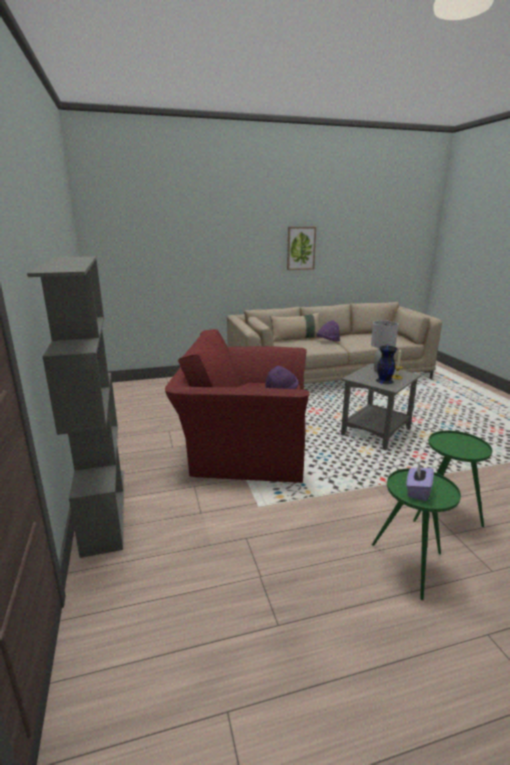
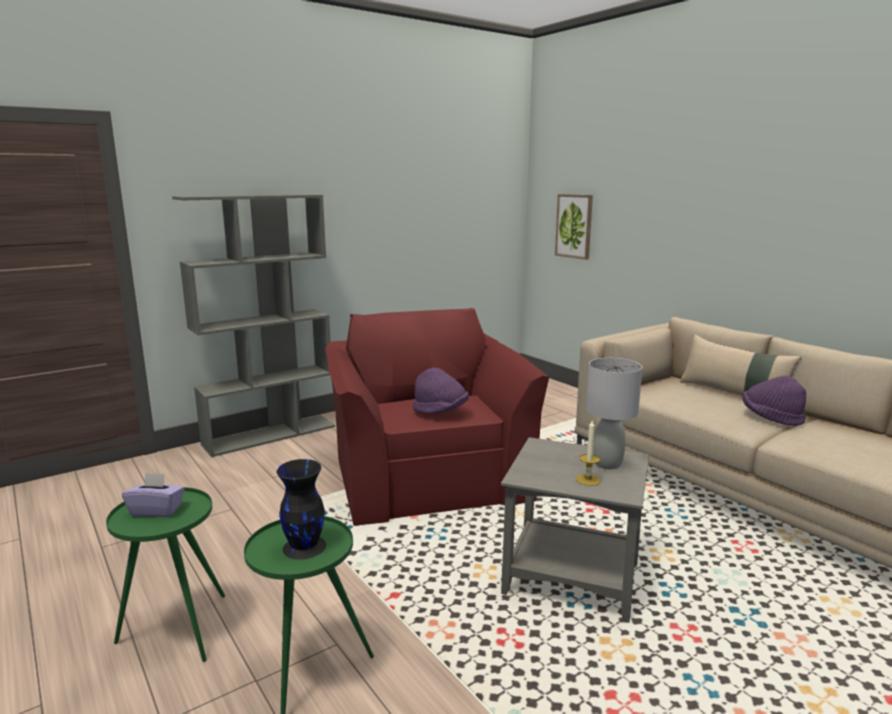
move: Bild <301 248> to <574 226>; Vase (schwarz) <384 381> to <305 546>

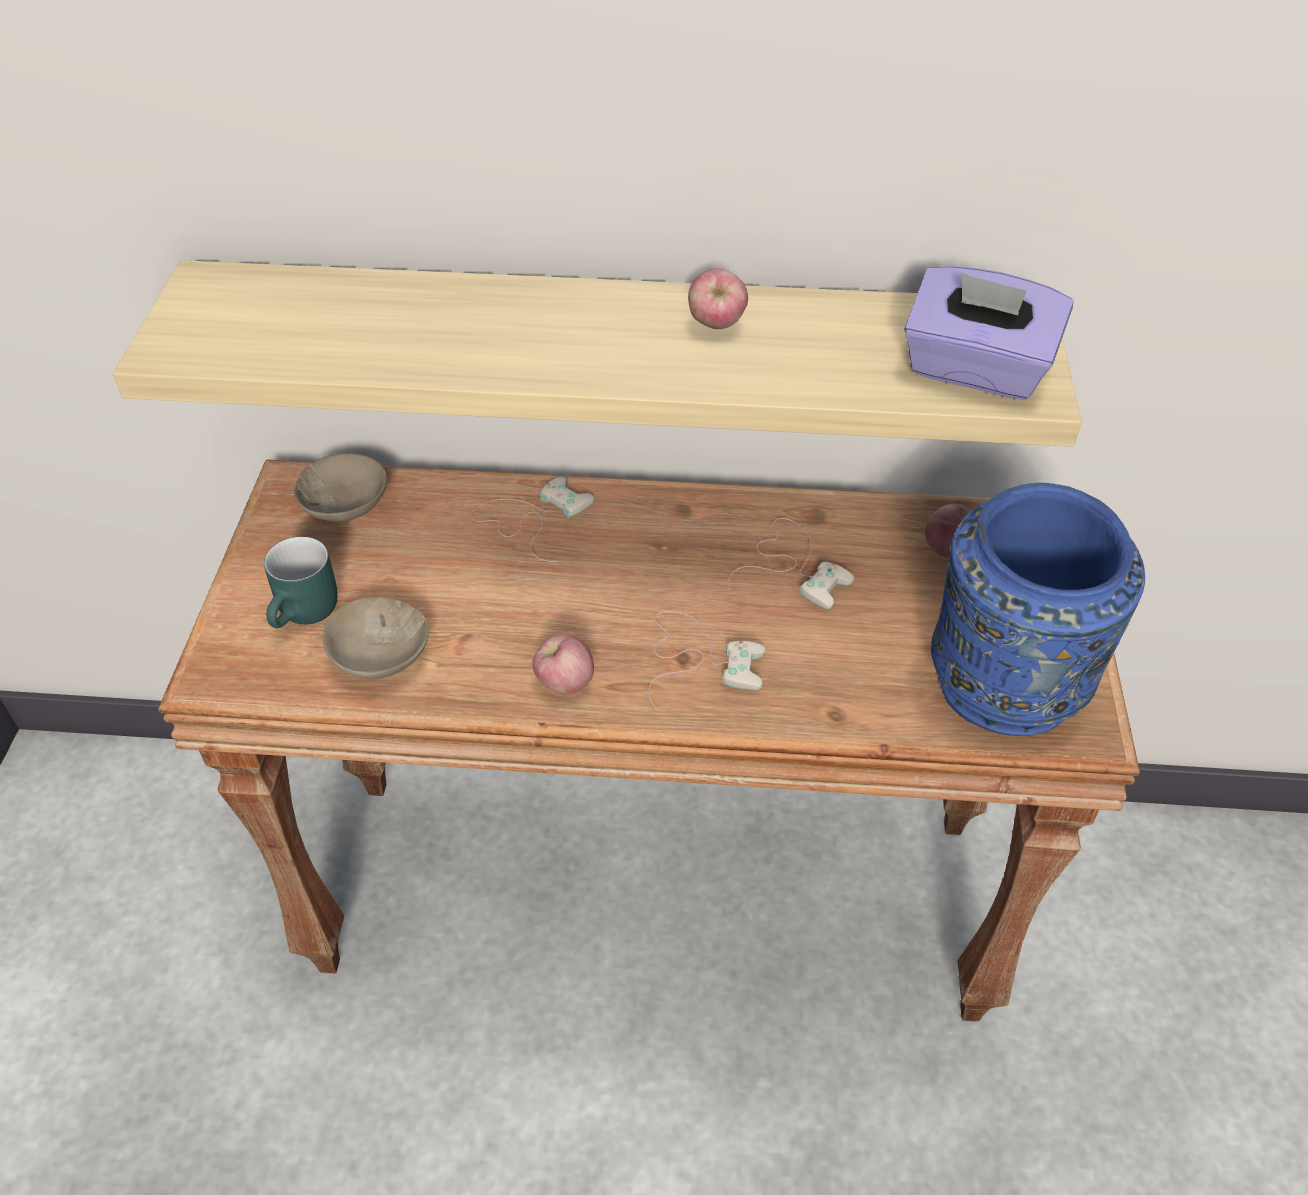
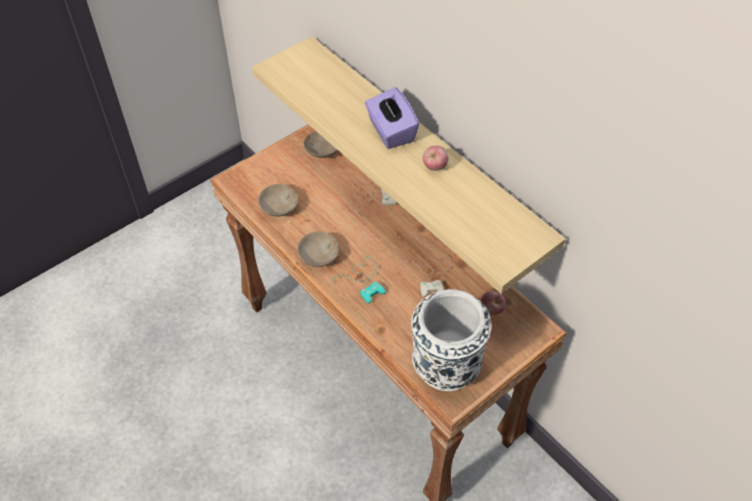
delete: Henkelbecher (türkis) <307 614>
move: Taschentuchbox (lila) <975 370> to <390 131>
replace: Apfel <564 683> to Schüssel (beige) <317 256>
recolor: Vase (blau) <1006 687> to Vase (weiß) <445 366>; Gamepad (weiß) <698 658> to Gamepad (türkis) <363 279>

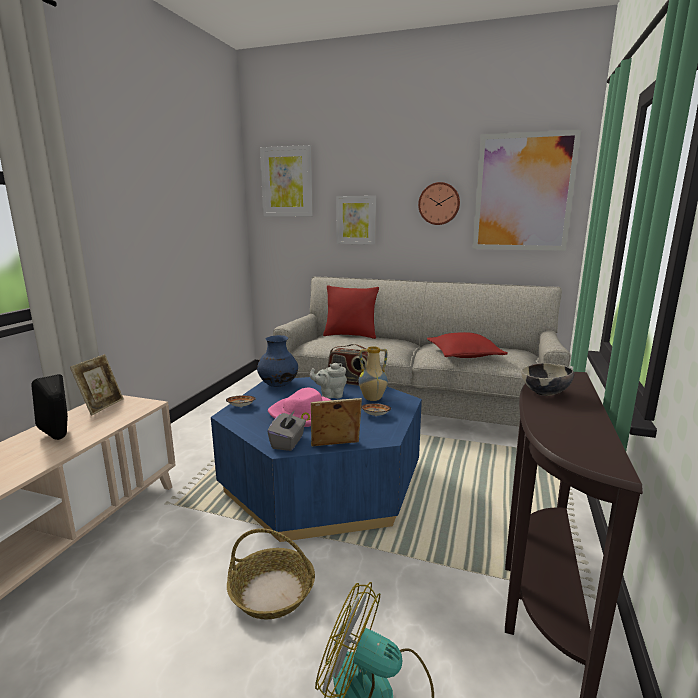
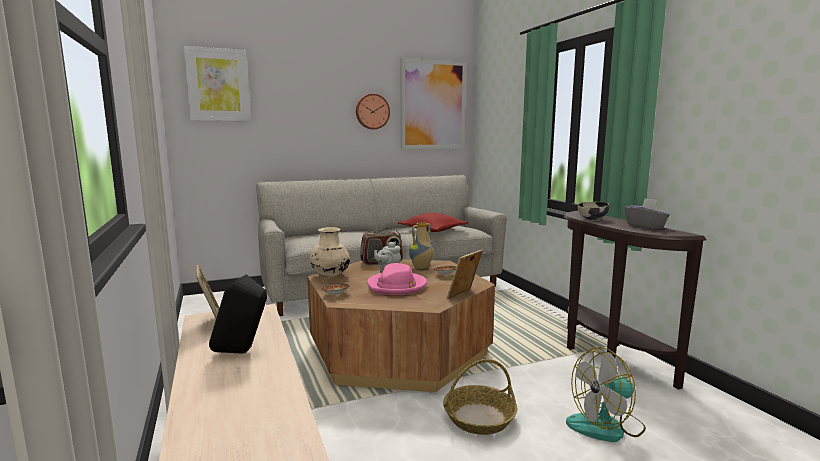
delete: Bild <356 220>; Kissen (rot) <350 335>
move: Taschentuchbox (grau) <288 442> to <645 226>
recolor: Vase (blau) <278 385> to Vase (beige) <330 276>; Couchtisch (blau) <322 481> to Couchtisch (braun) <399 350>

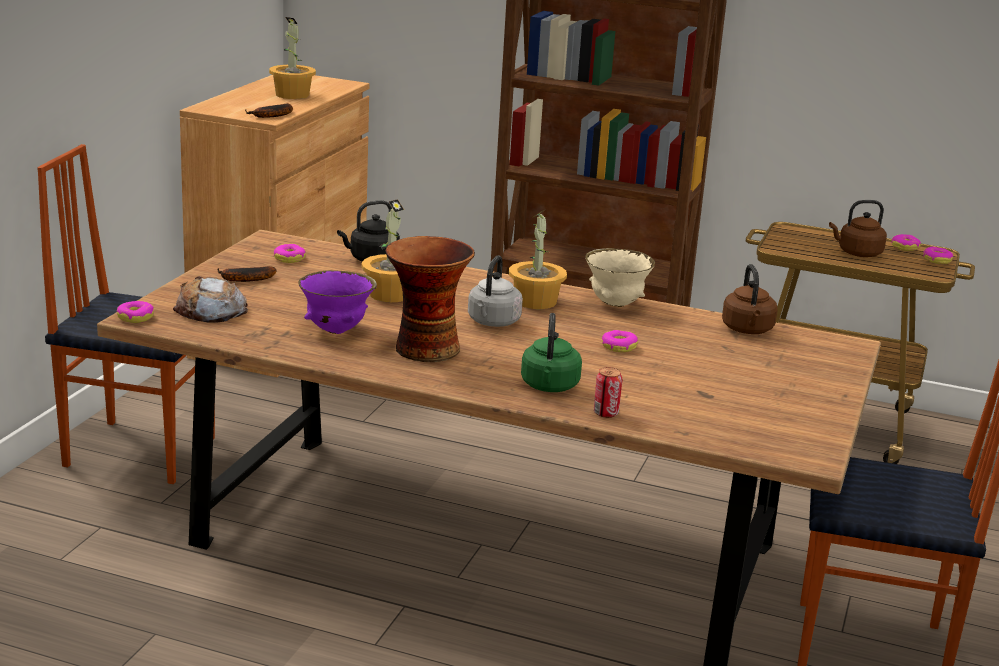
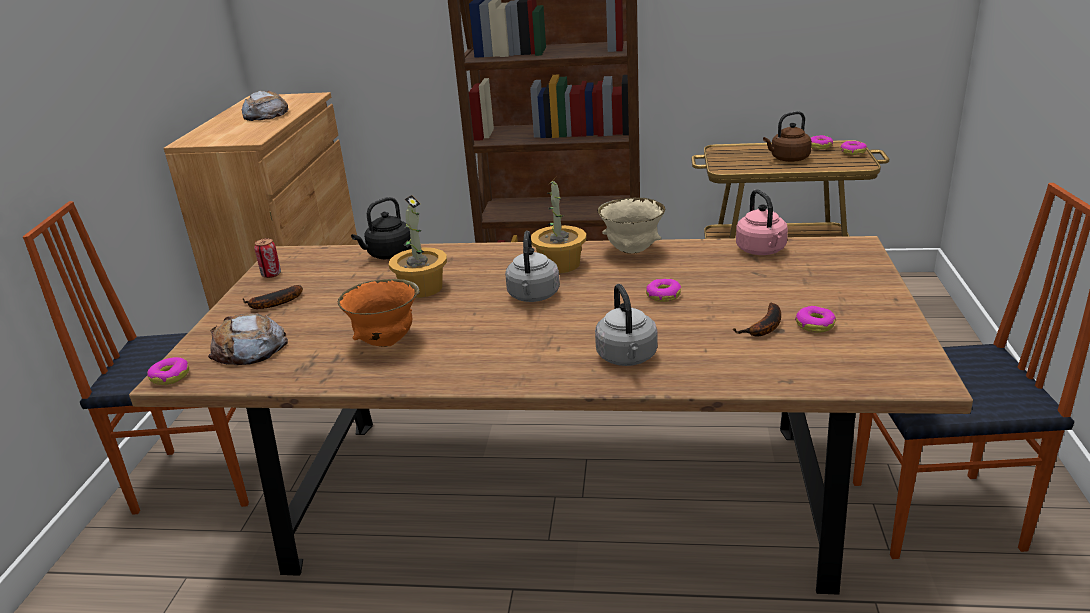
delete: Vase <424 349>
move: Banane <271 116> to <764 328>; Donut <289 258> to <815 325>; Dose <606 413> to <271 274>
replace: Topfpflanze <292 95> to Brot <265 114>
recolor: Wasserkessel (braun) <748 330> to Wasserkessel (rosa) <762 251>; Schüssel (lila) <336 330> to Schüssel (orange) <386 342>; Wasserkessel (grün) <549 387> to Wasserkessel (grau) <627 358>

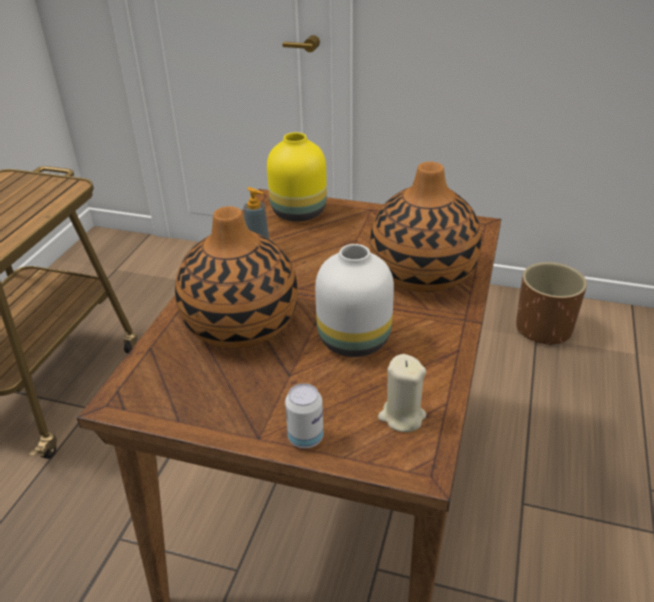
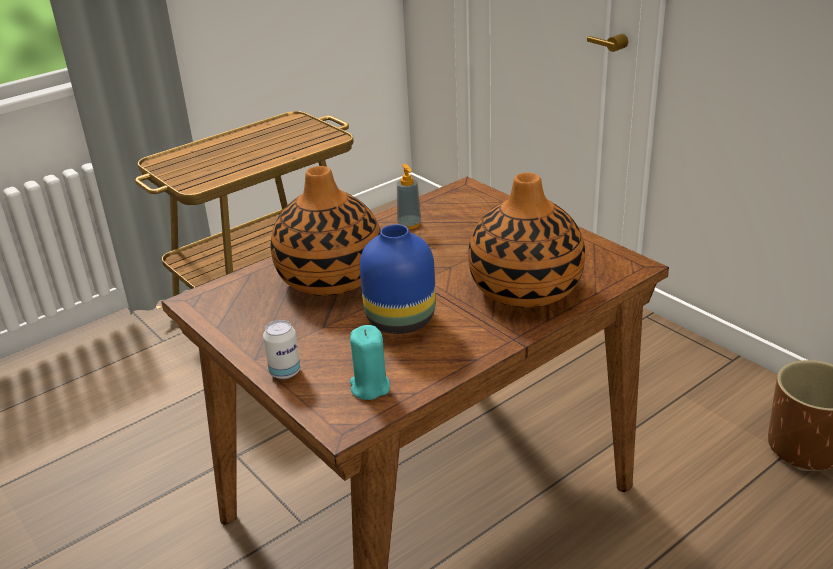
delete: Vase (gelb) <300 213>
recolor: Vase (weiß) <354 341> to Vase (blau) <399 321>; Kerze (beige) <402 416> to Kerze (türkis) <369 387>

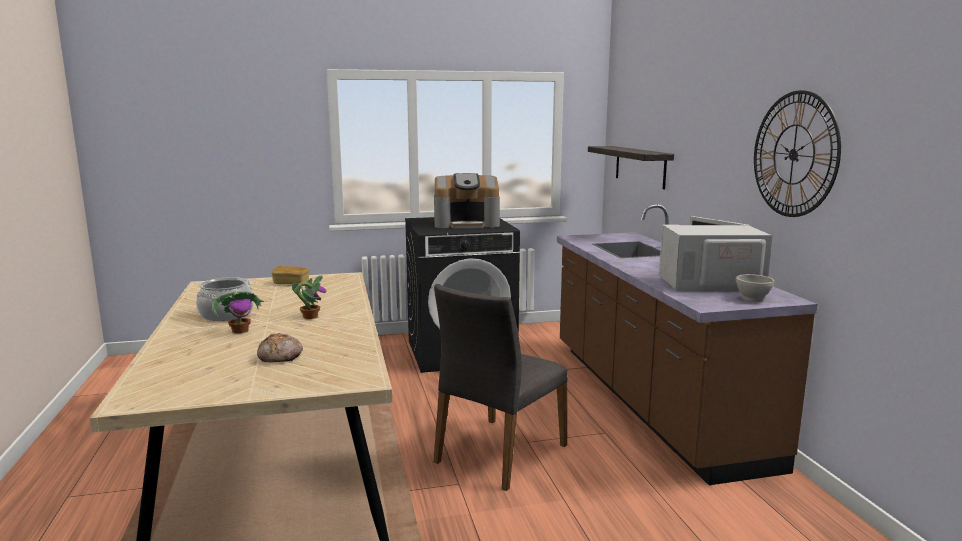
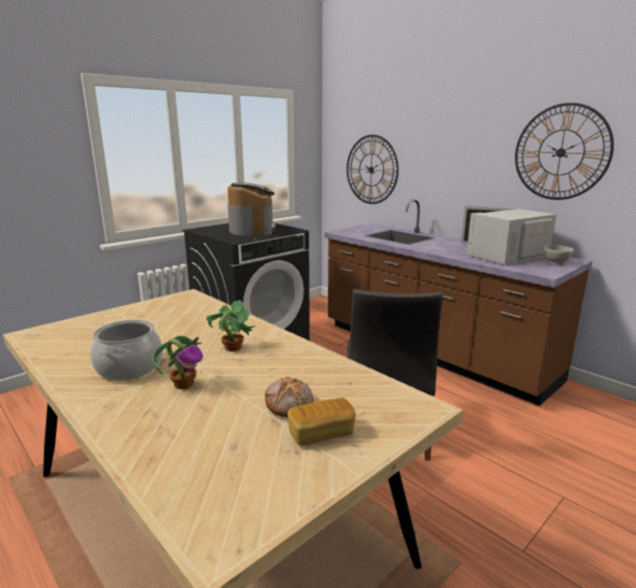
move: Brot <291 283> to <321 434>
replace: Wandregal <640 166> to Wanduhr <371 170>
rotate: Kaffeemaschine <467 224> = <252 229> 60 degrees counterclockwise

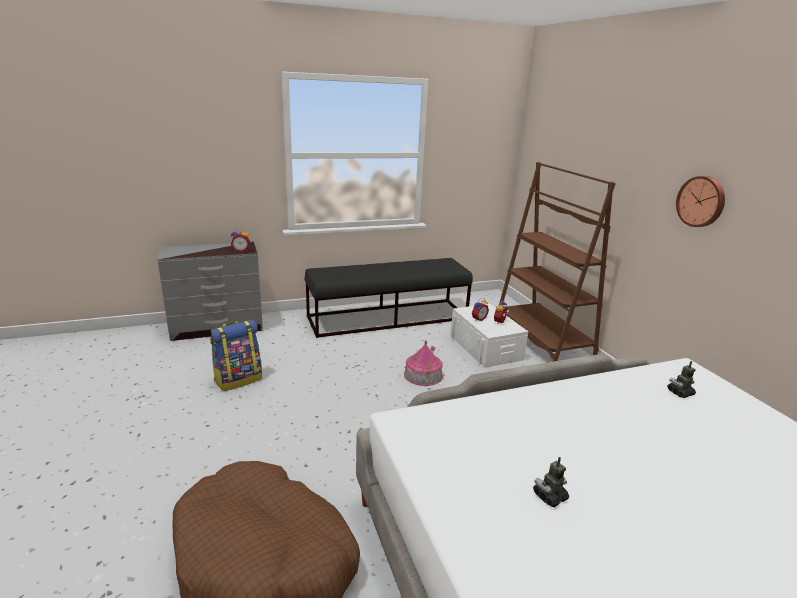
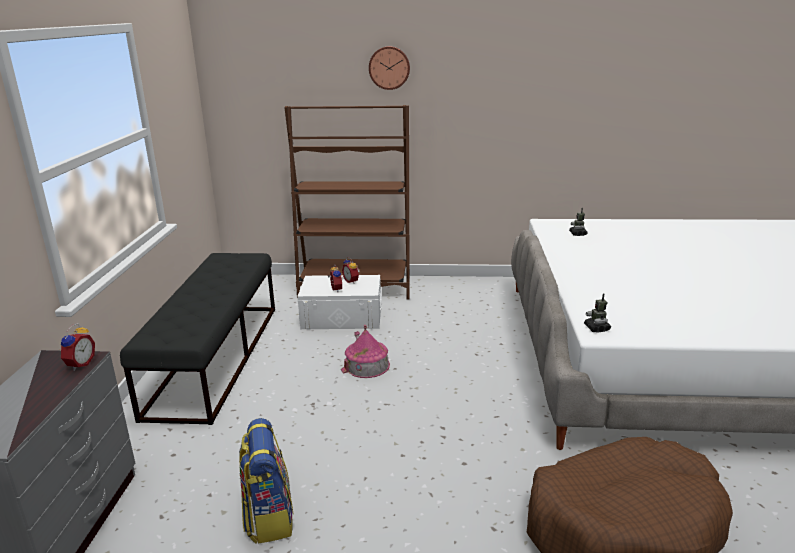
move: Wanduhr <701 201> to <389 68>; Spielzeugroboter <550 496> to <597 328>

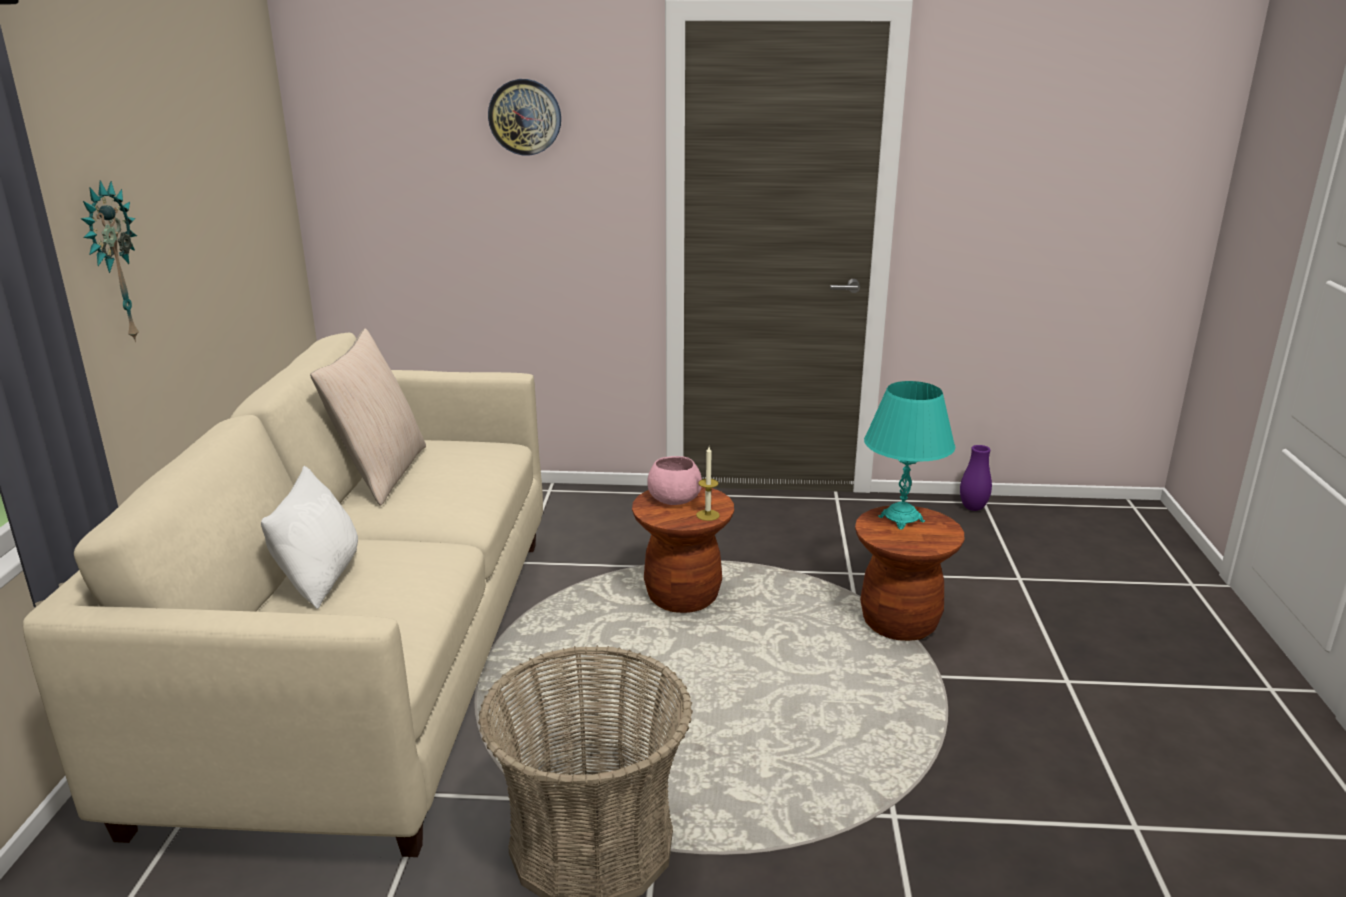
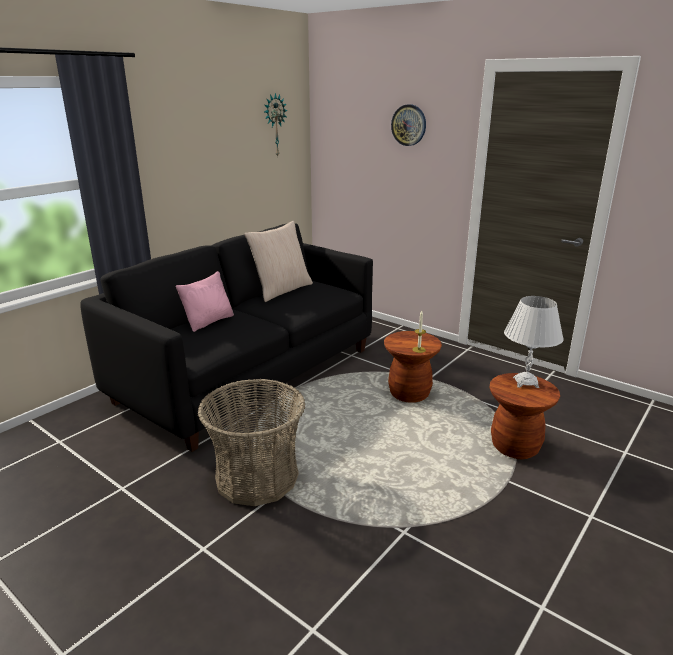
delete: Vase (lila) <973 508>; Schüssel (rosa) <673 499>
move: Wanduhr <111 263> to <274 125>
recolor: Sofa (beige) <368 663> to Sofa (schwarz) <249 374>; Tischlampe (türkis) <901 519> to Tischlampe (weiß) <525 382>; Kissen (weiß) <320 578> to Kissen (rosa) <209 321>

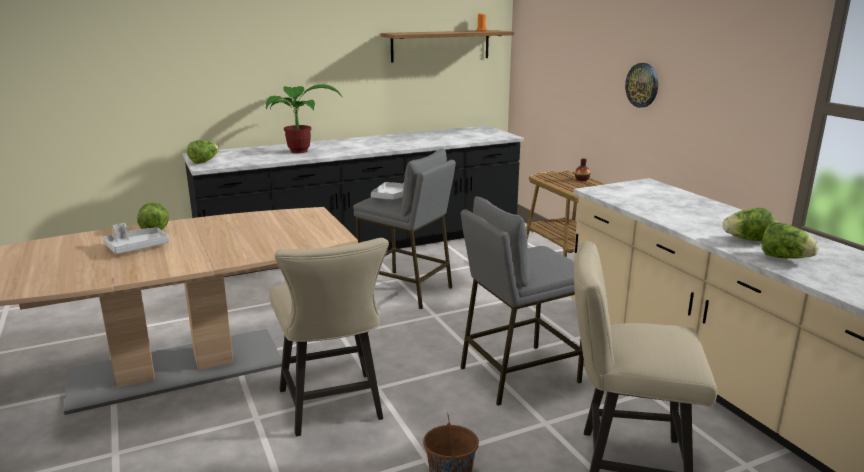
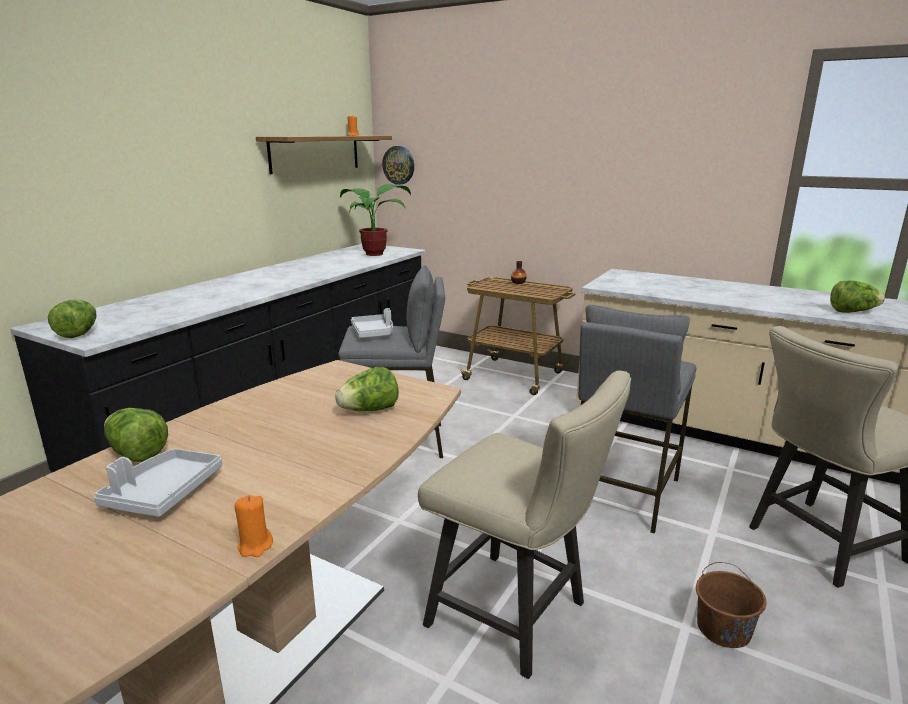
insert: Kerze (orange) <255 546>
move: Wanduhr <642 85> to <398 165>; Topfpflanze <302 151> to <377 253>; Salatkopf <747 240> to <369 410>

